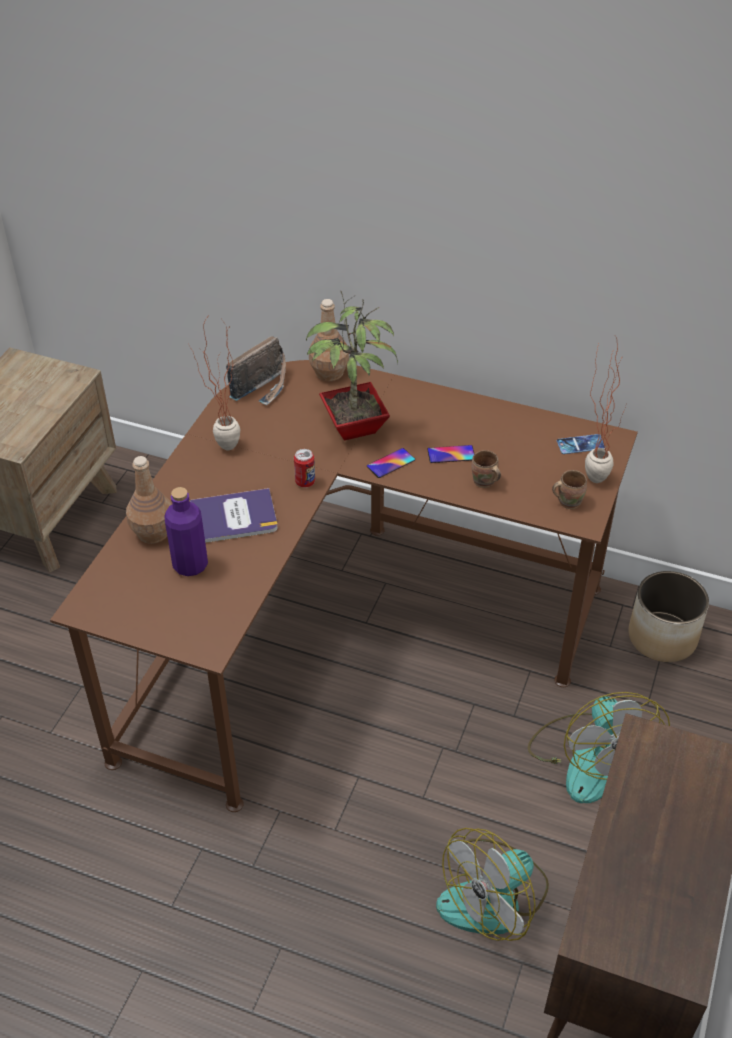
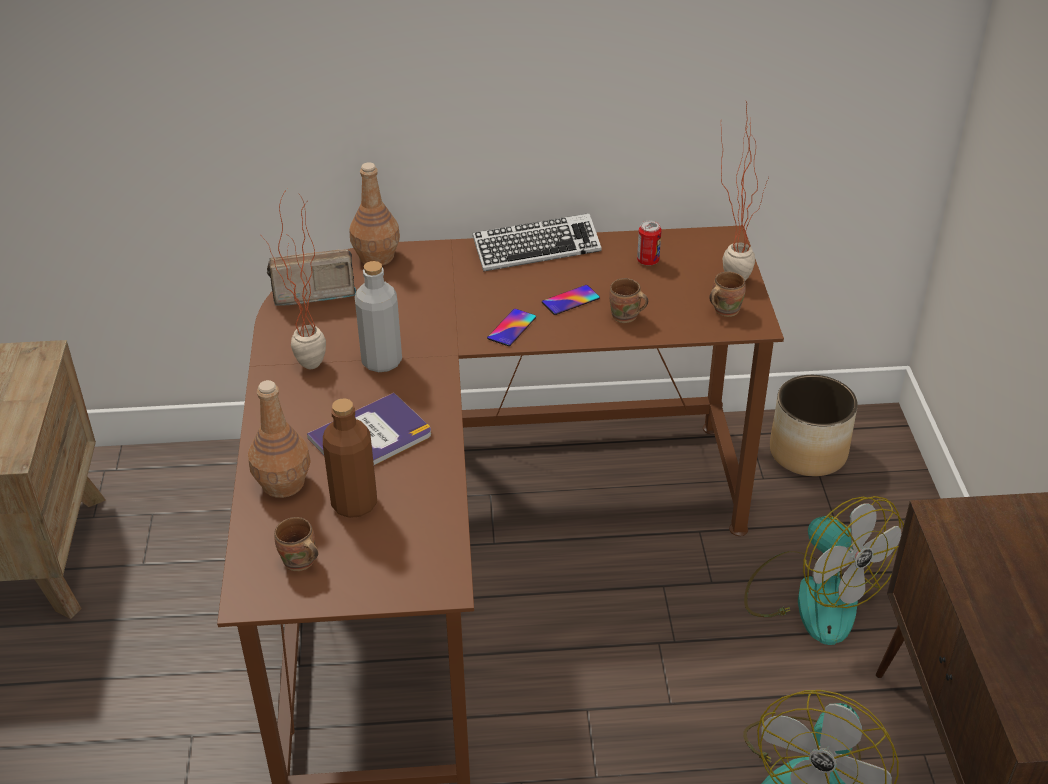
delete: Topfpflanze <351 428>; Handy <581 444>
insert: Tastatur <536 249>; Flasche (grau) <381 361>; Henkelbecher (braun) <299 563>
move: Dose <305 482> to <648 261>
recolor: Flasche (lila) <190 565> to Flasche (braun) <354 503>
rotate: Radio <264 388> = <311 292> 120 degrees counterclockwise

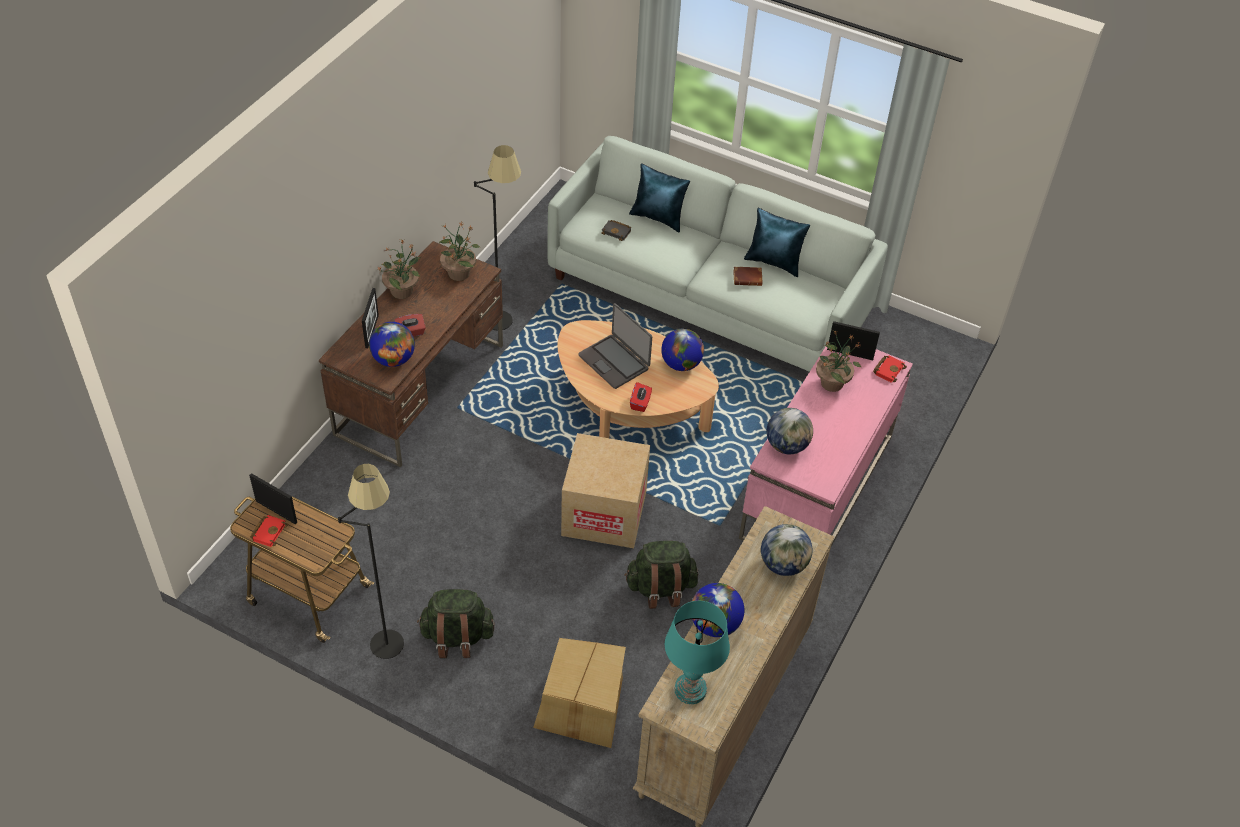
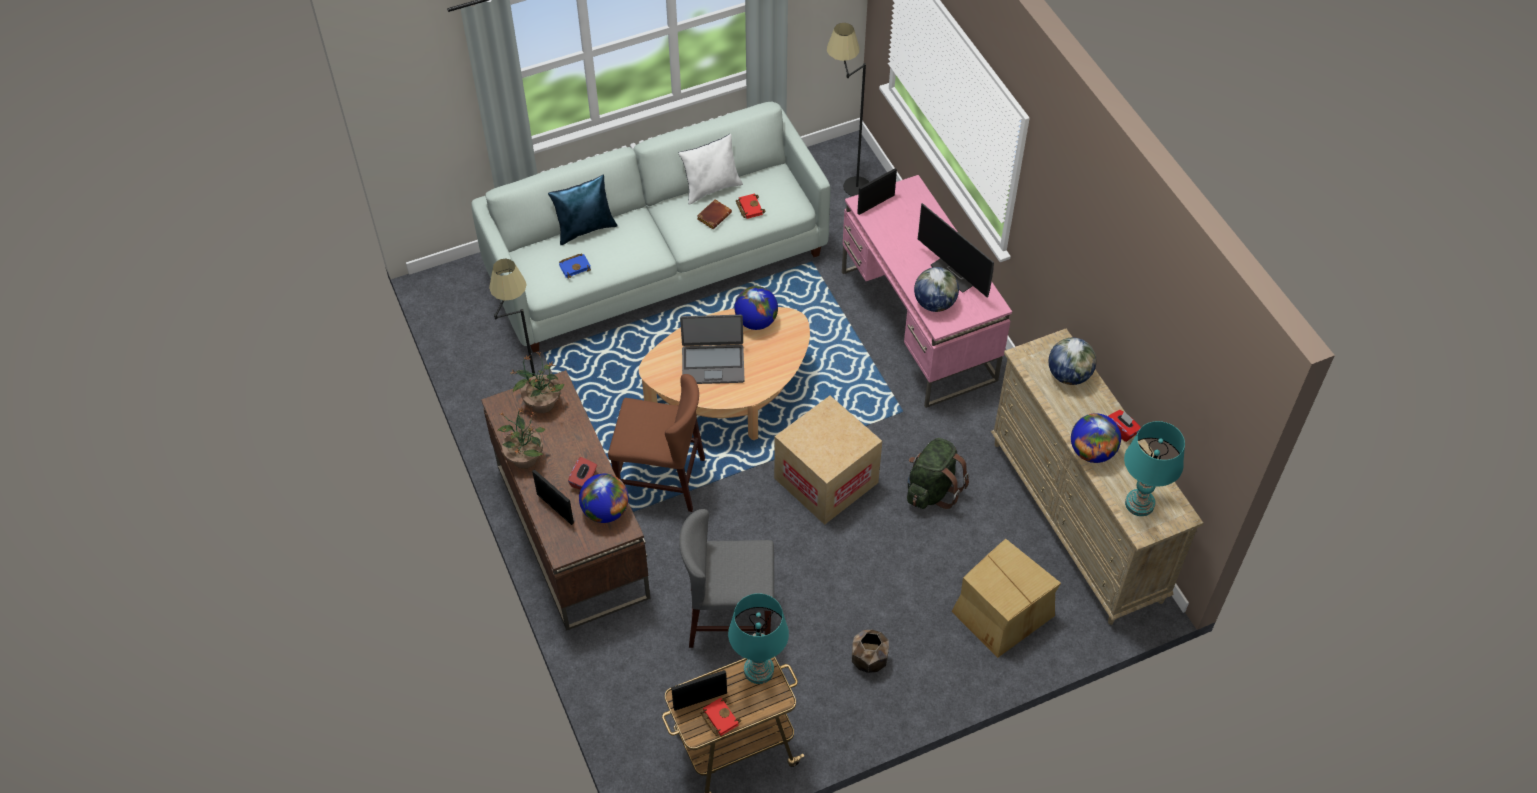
delete: Topfpflanze <832 383>
insert: Monitor <958 273>; Stuhl (braun) <661 479>; Stuhl (grau) <730 617>; Tischlampe (türkis) <758 670>
move: Buch (rot) <888 370> to <749 207>; Taschentuchbox (rot) <640 403> to <1122 430>; Stehlampe (schwarz) <386 631> to <845 182>
replace: Rucksack (grün) <457 637> to Pflanzkübel (braun) <869 660>
recolor: Kissen (blau) <774 262> to Kissen (weiß) <711 188>; Buch (schwarz) <617 232> to Buch (blau) <575 266>

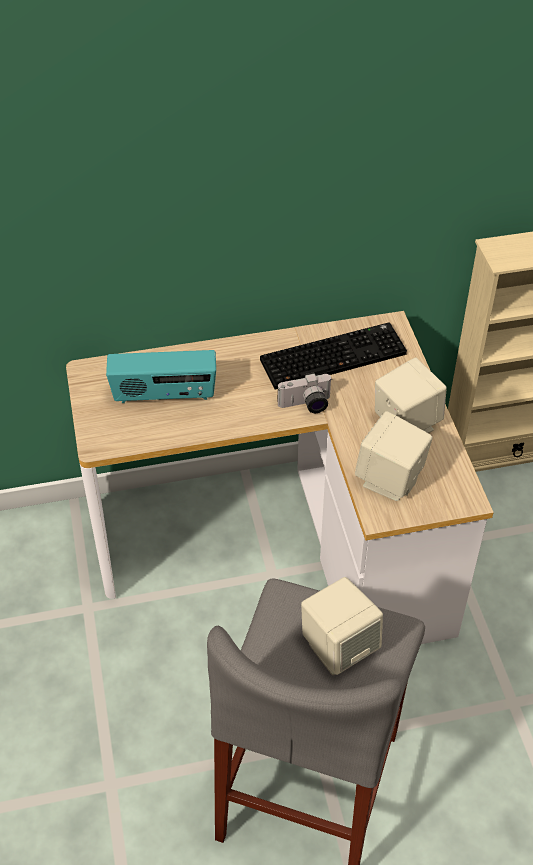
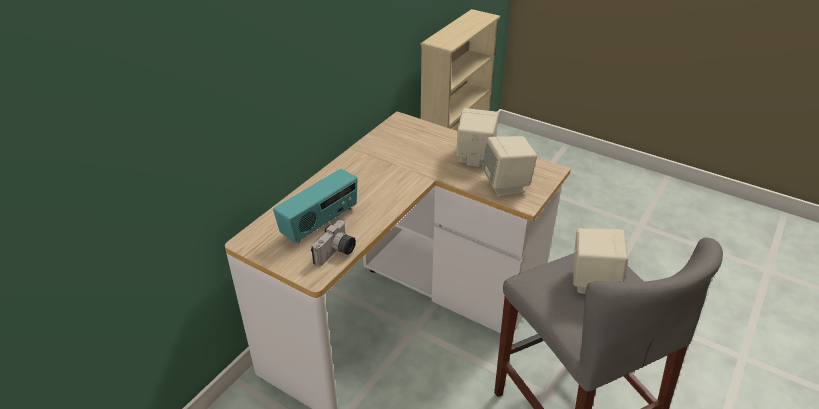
delete: Tastatur <333 355>
move: Kamera <306 405> to <336 253>

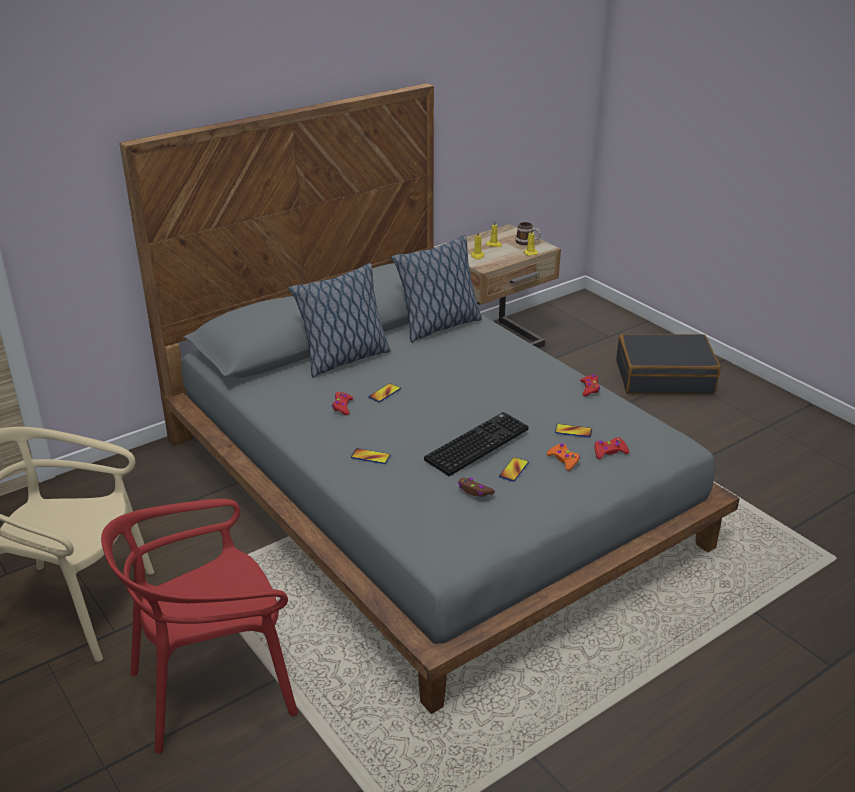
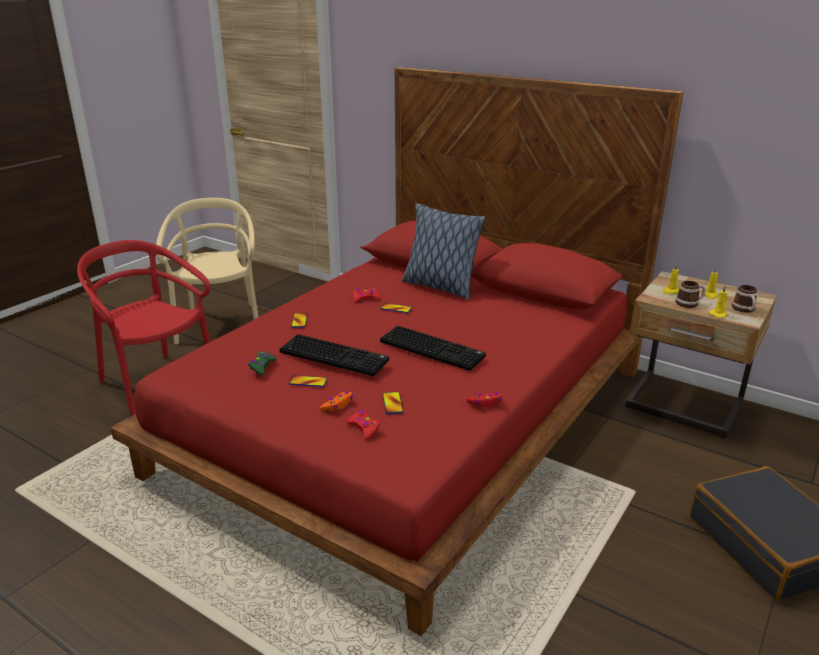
delete: Kissen <438 326>
insert: Henkelbecher <689 303>; Tastatur <433 349>
recolor: Bett (grau) <428 490> to Bett (rot) <411 419>; Gamepad (braun) <474 491> to Gamepad (grün) <262 366>

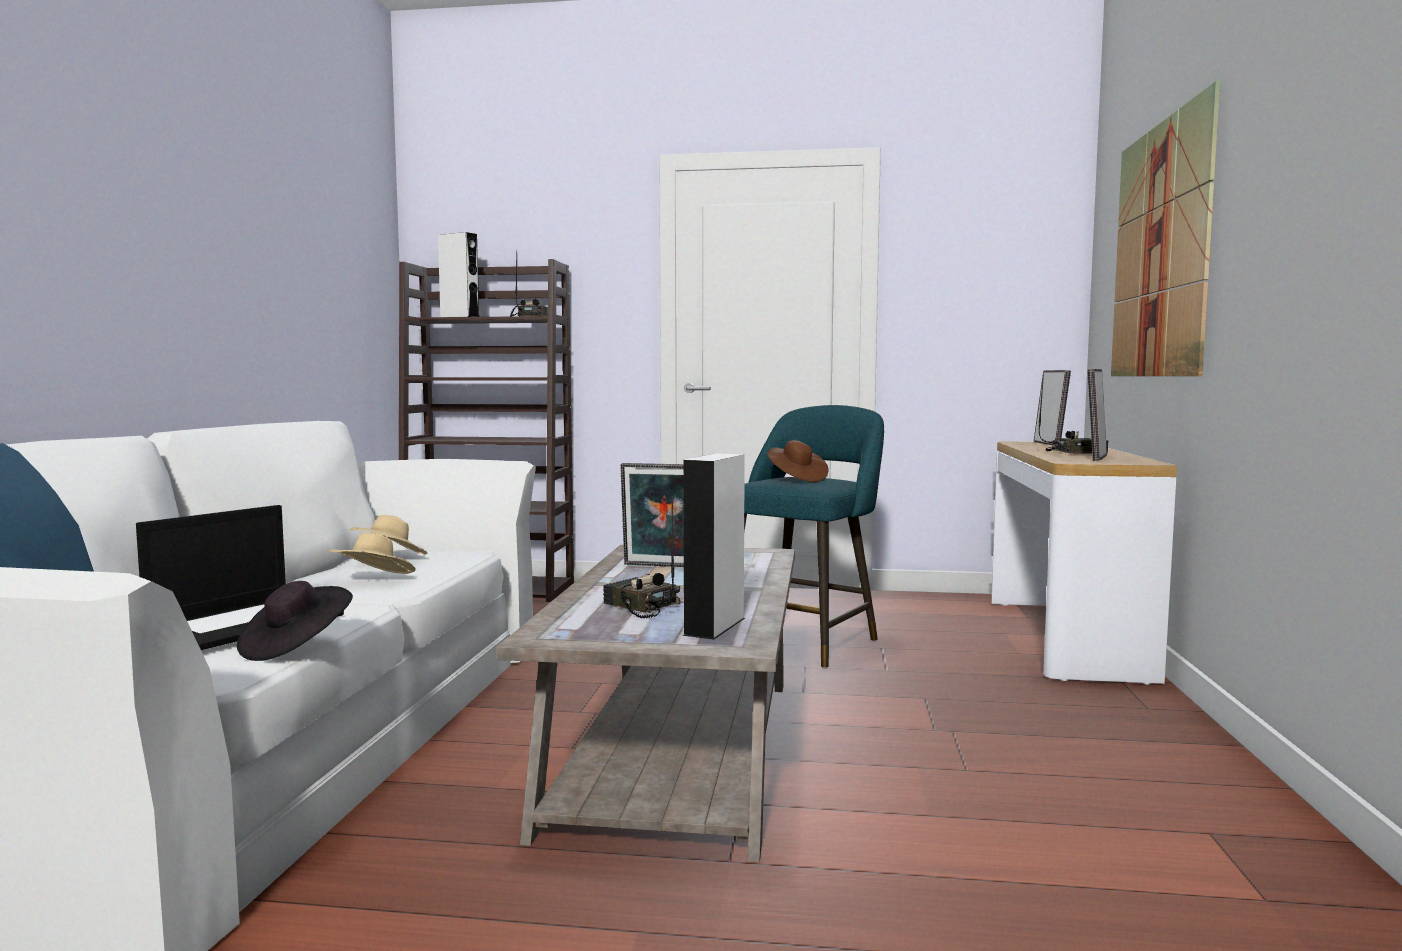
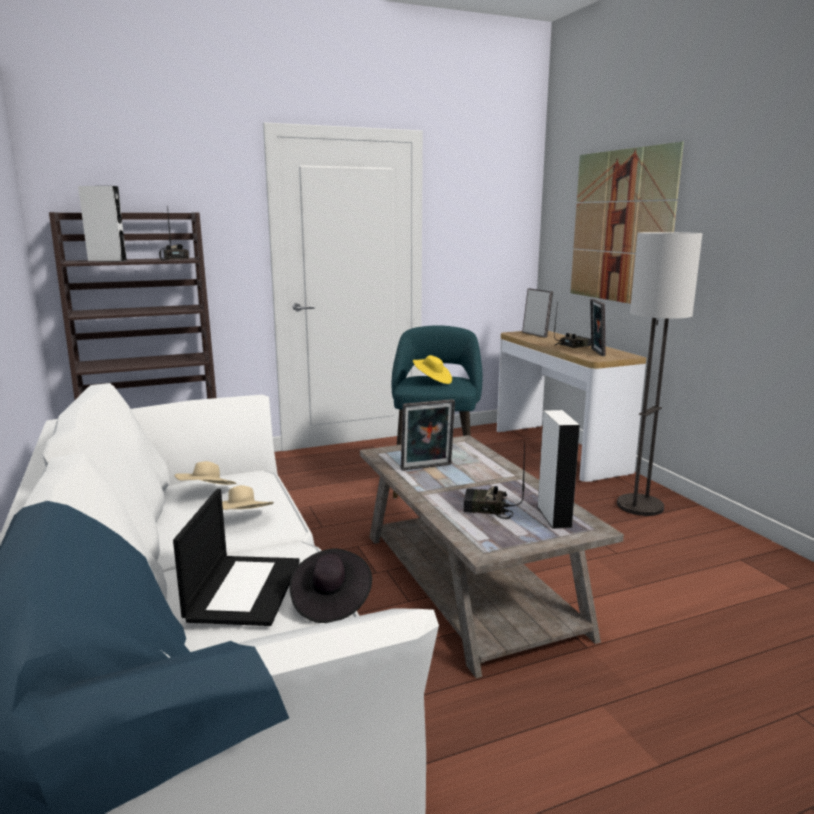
insert: Stehlampe <640 506>
recolor: Hut (braun) <796 479> to Hut (gelb) <432 381>

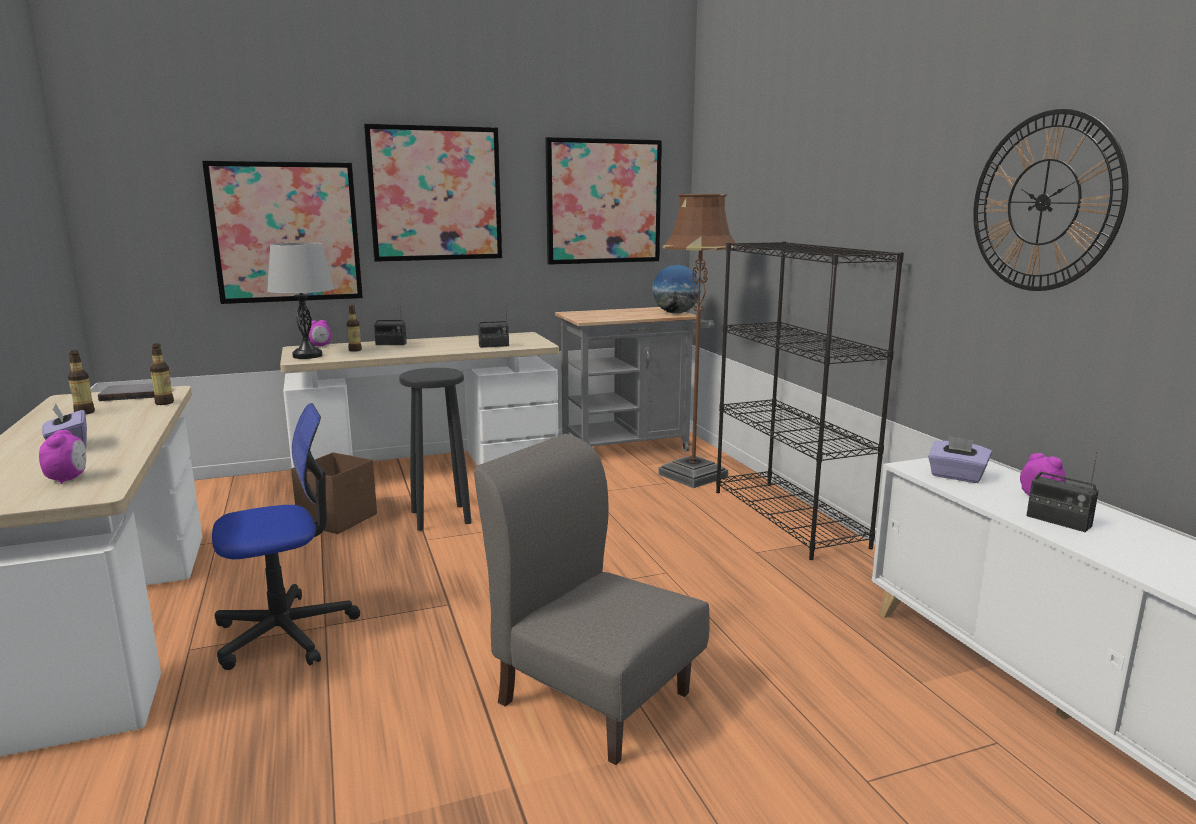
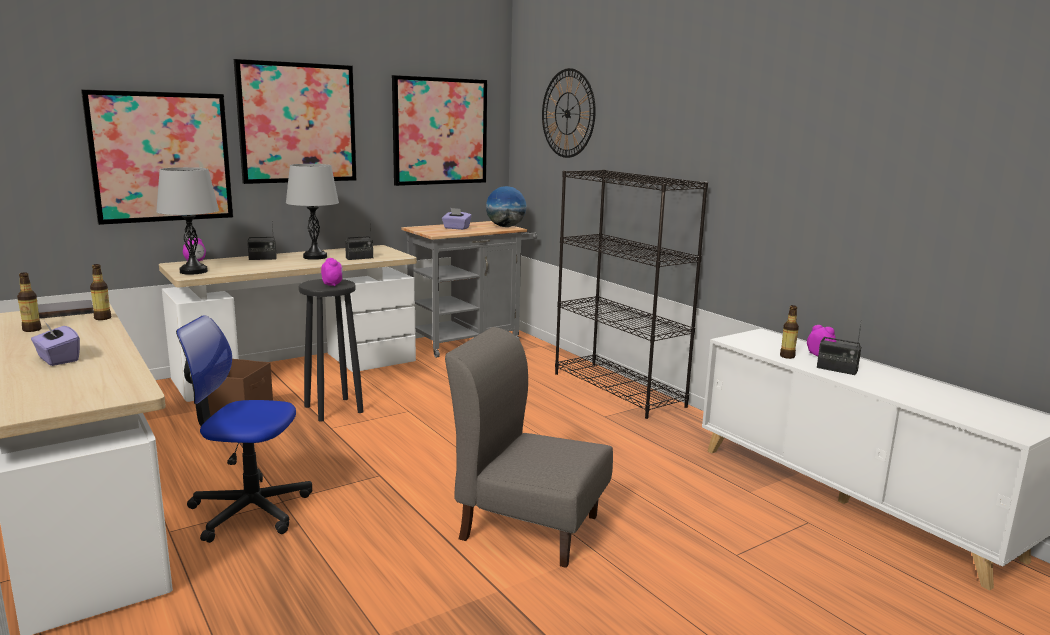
delete: Stehlampe (braun) <693 476>
insert: Tischlampe (grau) <315 257>
move: Wanduhr <1043 202> to <567 113>; Flasche <355 350> to <787 356>; Wecker <68 479> to <333 285>; Taschentuchbox (lila) <956 476> to <456 228>
rotate: Bürostuhl <285 633> = <249 510> 135 degrees counterclockwise

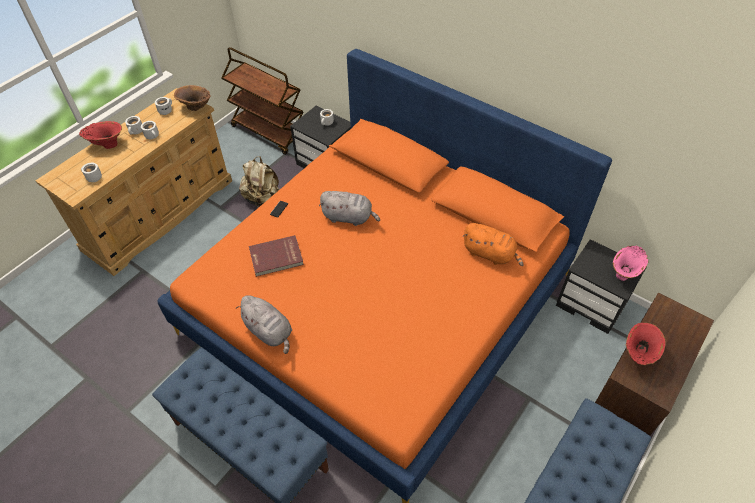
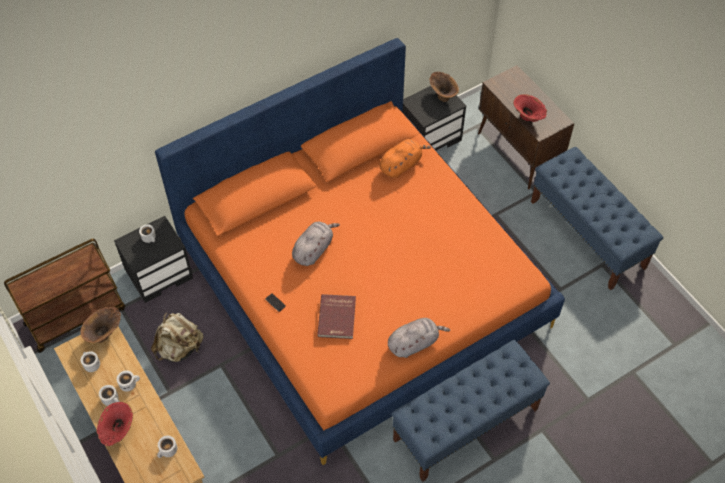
recolor: Vase (rosa) <625 273> to Vase (braun) <442 95>

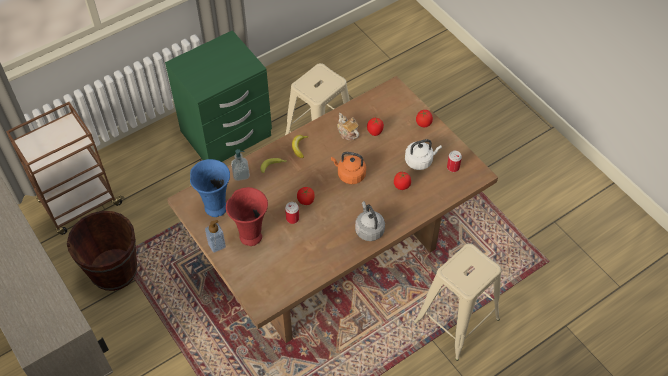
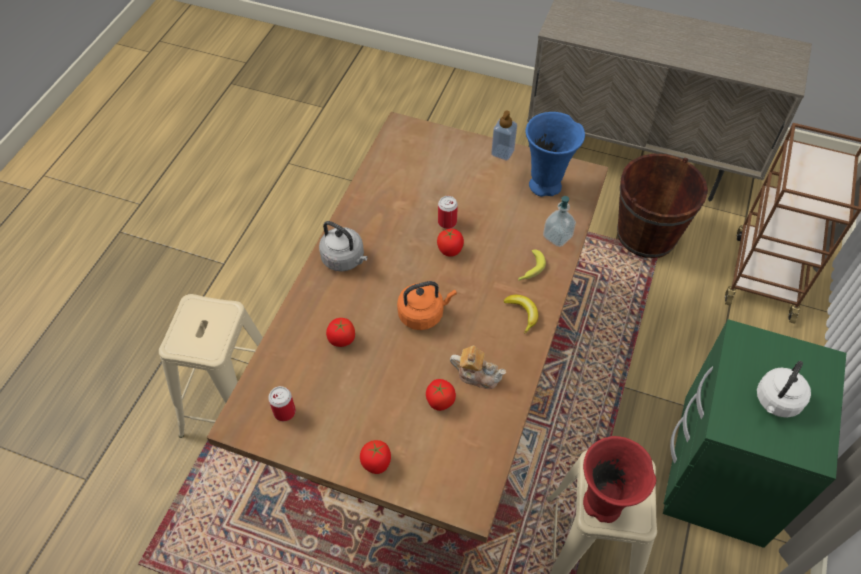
move: Wasserkessel (weiß) <420 161> to <776 402>; Vase (rot) <251 235> to <603 506>

